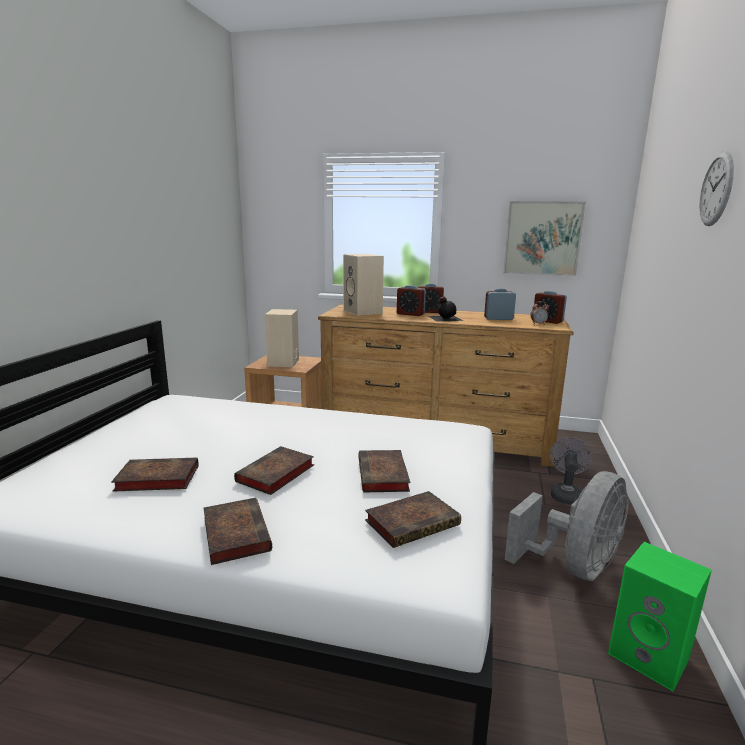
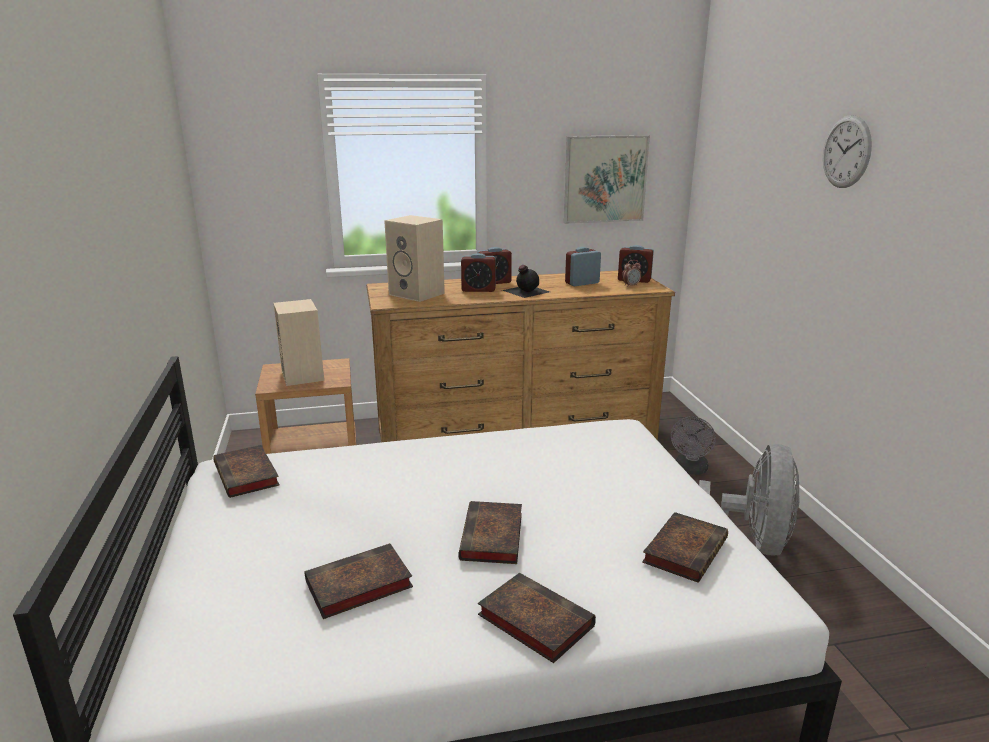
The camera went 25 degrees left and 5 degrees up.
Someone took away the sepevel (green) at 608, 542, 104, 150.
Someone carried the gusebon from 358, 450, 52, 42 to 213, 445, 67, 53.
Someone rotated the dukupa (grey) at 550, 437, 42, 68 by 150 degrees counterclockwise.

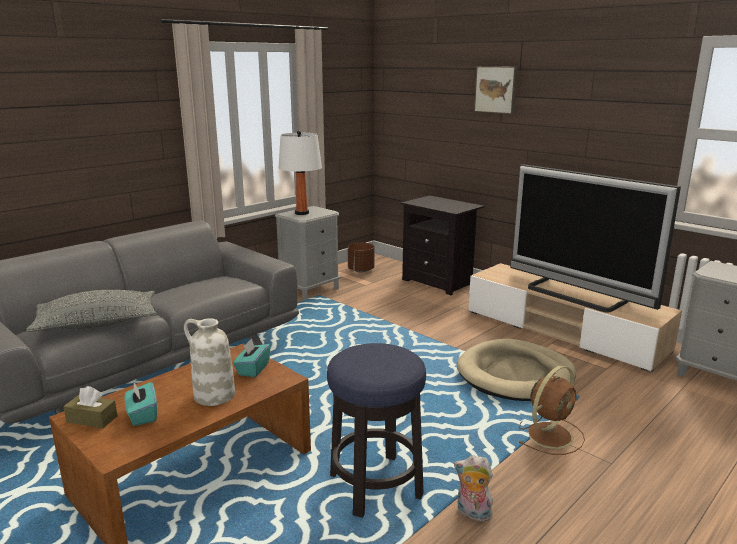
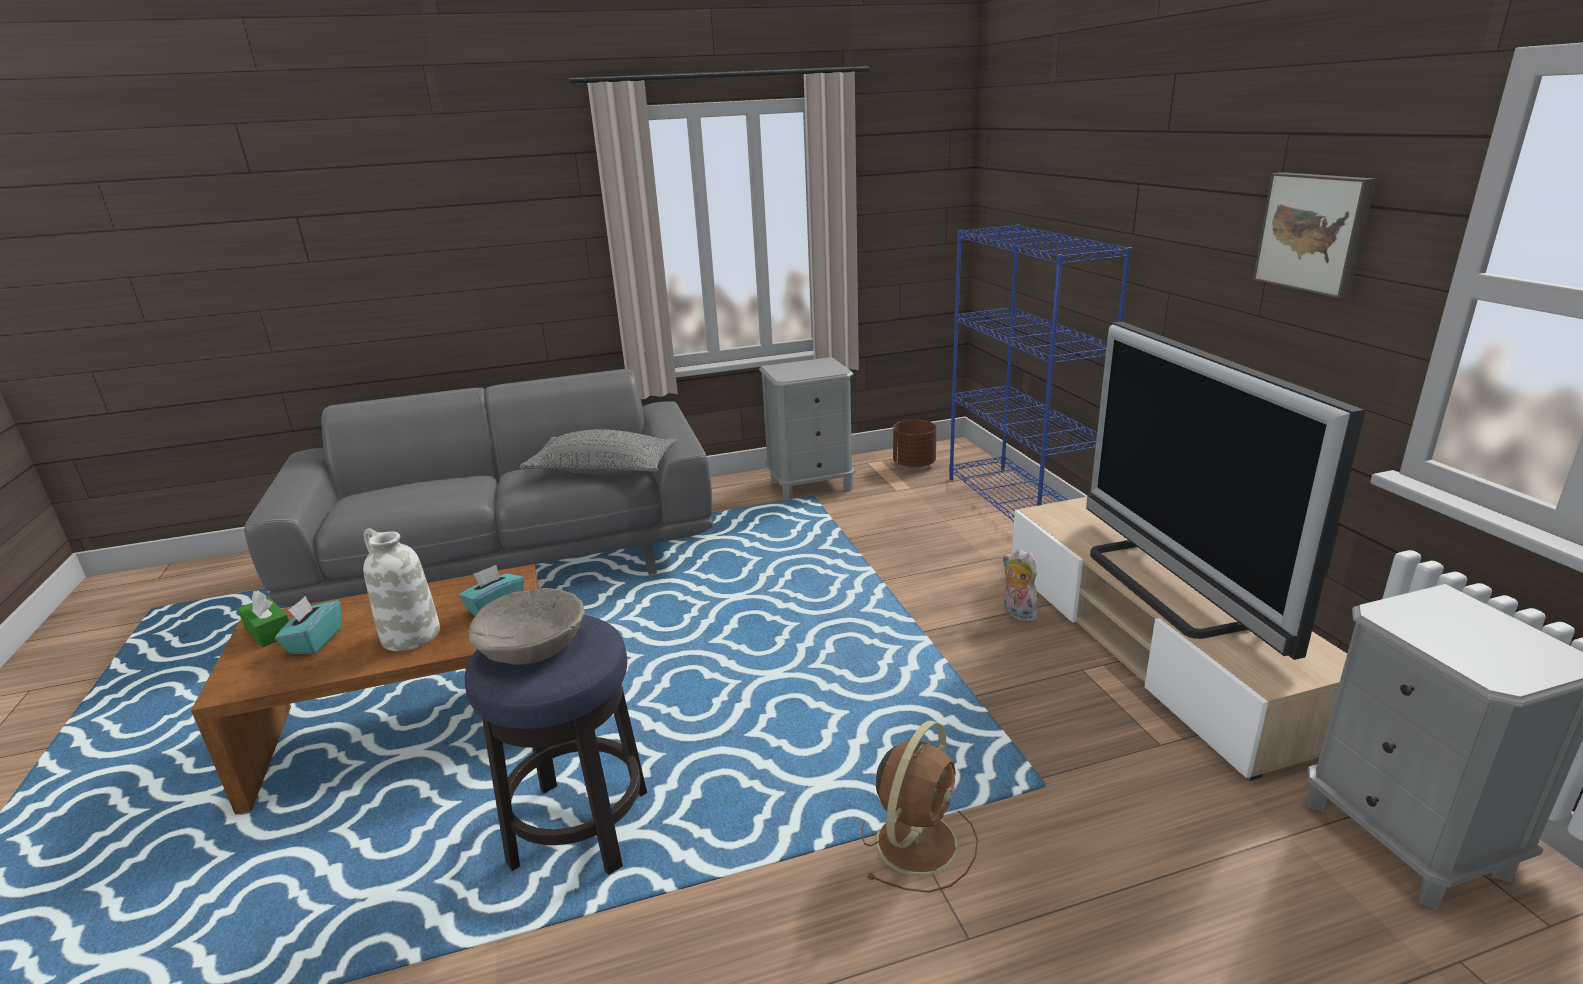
The camera went 30 degrees right and 5 degrees up.
Someone took away the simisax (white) at 279, 131, 43, 84.
Someone took away the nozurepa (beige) at 457, 339, 119, 62.
Someone put down the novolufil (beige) at 468, 588, 117, 77.
Someone carried the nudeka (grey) from 26, 290, 131, 42 to 519, 429, 159, 45.
Someone carried the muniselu from 454, 455, 39, 67 to 1002, 549, 38, 73.
Someone carried the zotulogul from 474, 66, 44, 48 to 1253, 172, 123, 126.
Someone swapped the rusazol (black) at 401, 196, 84, 99 for the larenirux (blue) at 949, 224, 183, 297.
Someone repainted the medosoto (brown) at 63, 386, 54, 42, which became the medosoto (green) at 238, 590, 51, 57.
Someone rotated the dukupa (brown) at 519, 365, 66, 90 by 45 degrees counterclockwise.

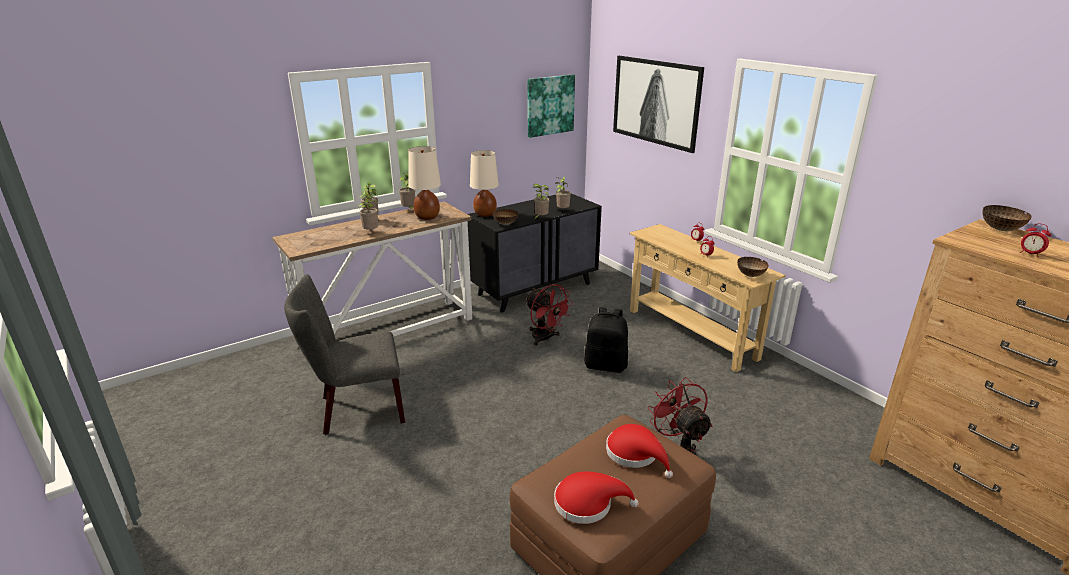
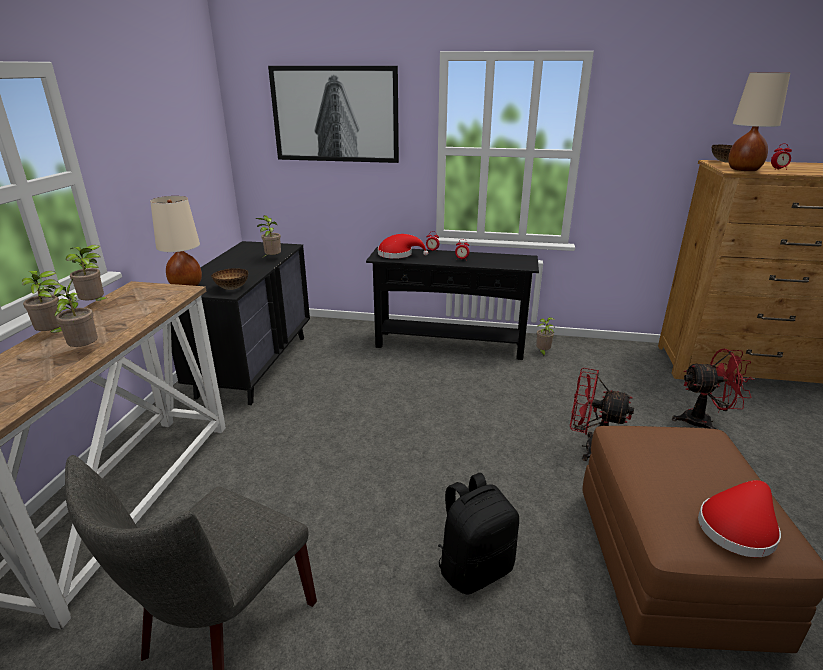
The camera went 45 degrees left and 0 degrees up.
Someone took away the zotulogul at 527, 74, 48, 64.
Someone took away the novolufil at 737, 257, 32, 20.
Someone carried the simisax (beige) from 408, 146, 33, 74 to 728, 72, 62, 99.
Someone carried the dukupa (red) from 525, 284, 47, 62 to 672, 349, 83, 80.
Someone carried the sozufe from 532, 184, 17, 35 to 536, 317, 19, 40.
Someone carried the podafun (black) from 584, 307, 44, 66 to 438, 473, 81, 122.
Someone carried the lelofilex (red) from 606, 424, 67, 54 to 378, 234, 50, 25.
Someone repainted the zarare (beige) at 629, 224, 156, 148, which became the zarare (black) at 366, 247, 173, 113.

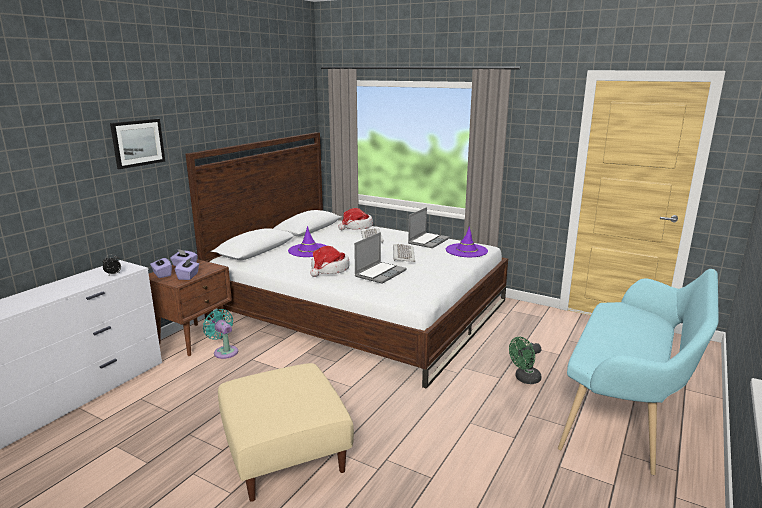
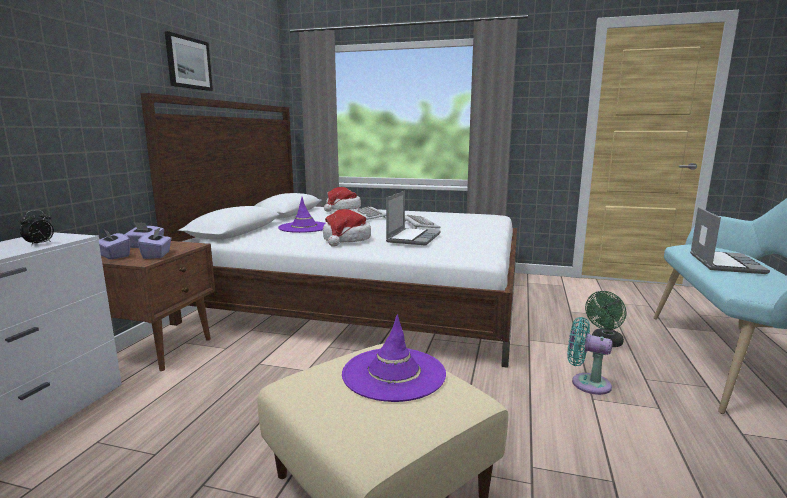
The camera went 15 degrees left and 5 degrees down.
Someone carried the zotulogul from 110, 119, 55, 50 to 165, 31, 48, 60.
Someone carried the dukupa (turquoise) from 203, 309, 35, 50 to 568, 317, 45, 78.
Someone carried the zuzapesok from 408, 207, 41, 41 to 690, 207, 80, 67.
Someone carried the lelofilex (purple) from 446, 226, 42, 31 to 342, 315, 104, 87.

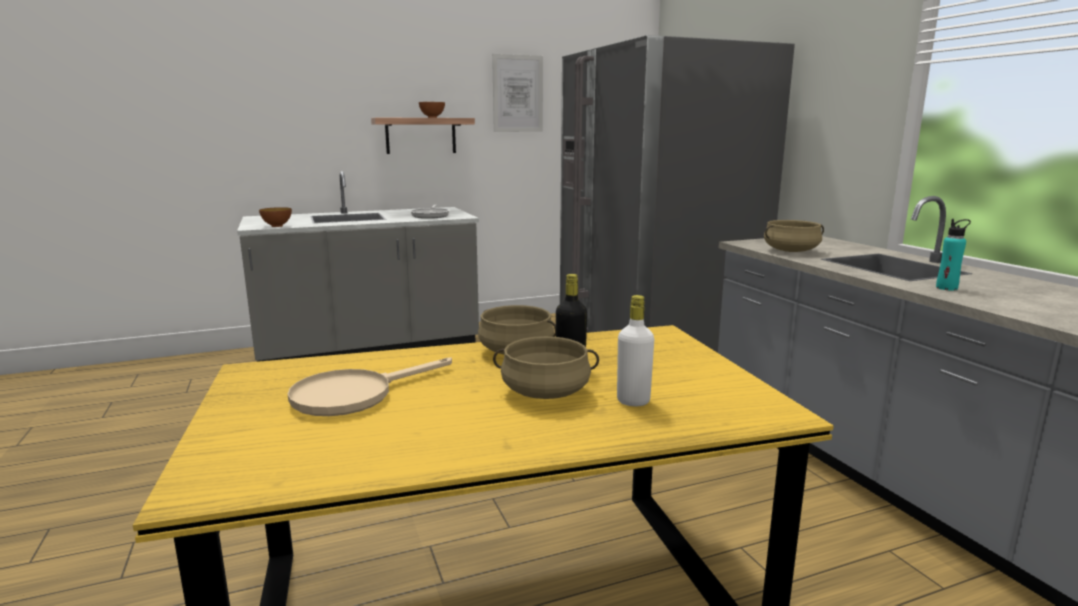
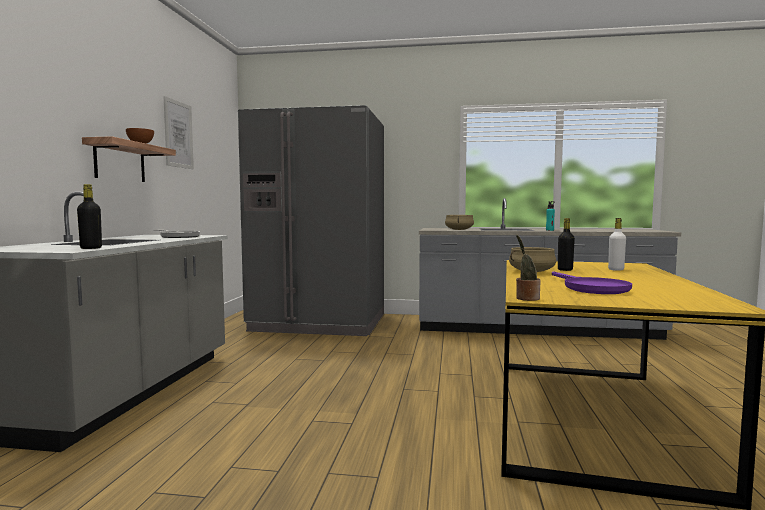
The camera went 60 degrees left and 10 degrees down.
Someone took away the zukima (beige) at 493, 336, 106, 63.
Someone put down the sozufe at 516, 235, 25, 66.
Someone swapped the novolufil at 259, 207, 33, 20 for the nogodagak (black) at 77, 184, 25, 65.
Someone repainted the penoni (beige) at 288, 357, 164, 59, which became the penoni (purple) at 552, 271, 80, 23.

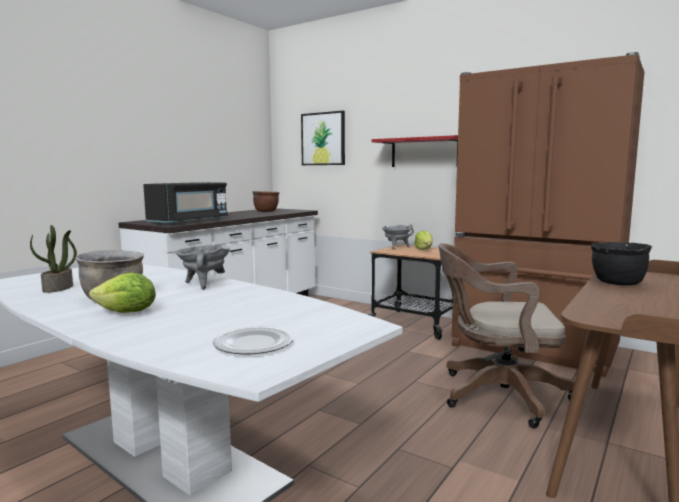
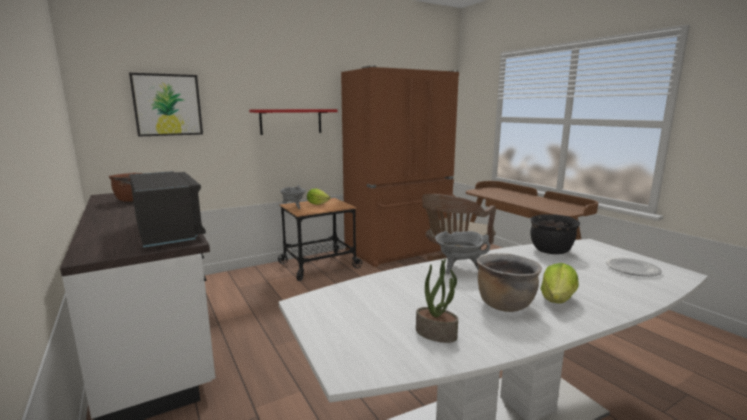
The camera went 65 degrees left and 5 degrees up.
Someone carried the zukima (black) from 590, 242, 62, 44 to 530, 214, 50, 40.

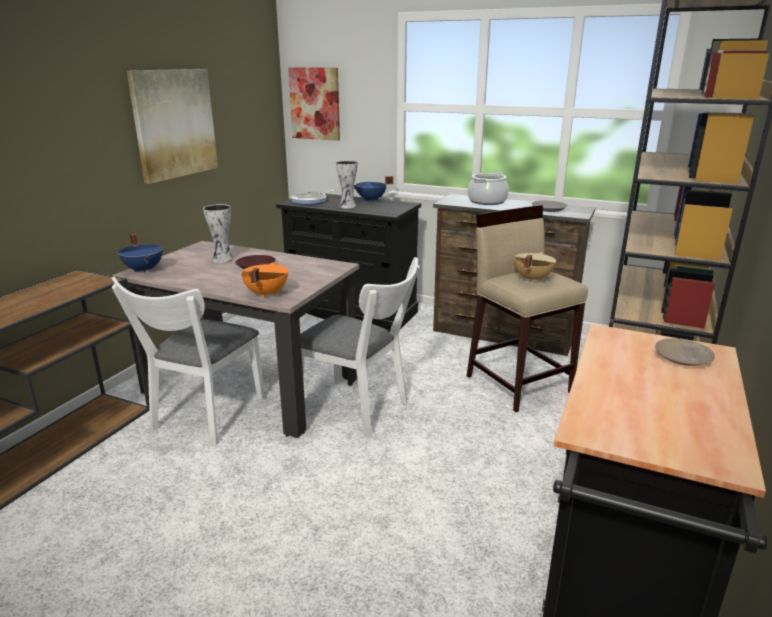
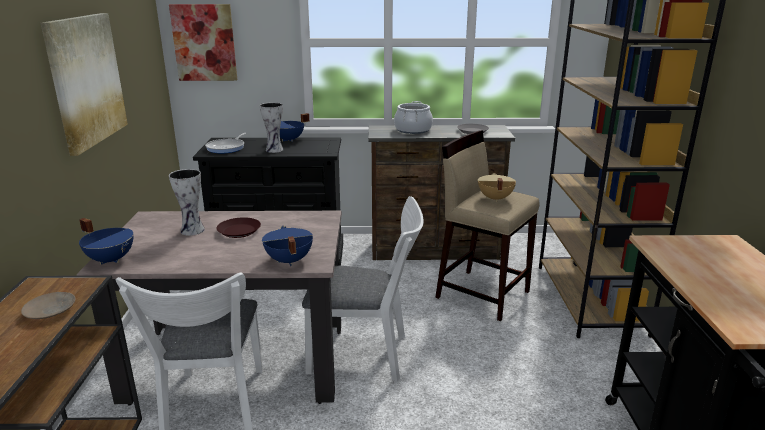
The camera went 25 degrees left and 0 degrees up.
Someone carried the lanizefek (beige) from 655, 338, 60, 28 to 21, 292, 55, 27.
Someone repainted the zukima (orange) at 241, 262, 48, 36, which became the zukima (blue) at 262, 226, 51, 40.

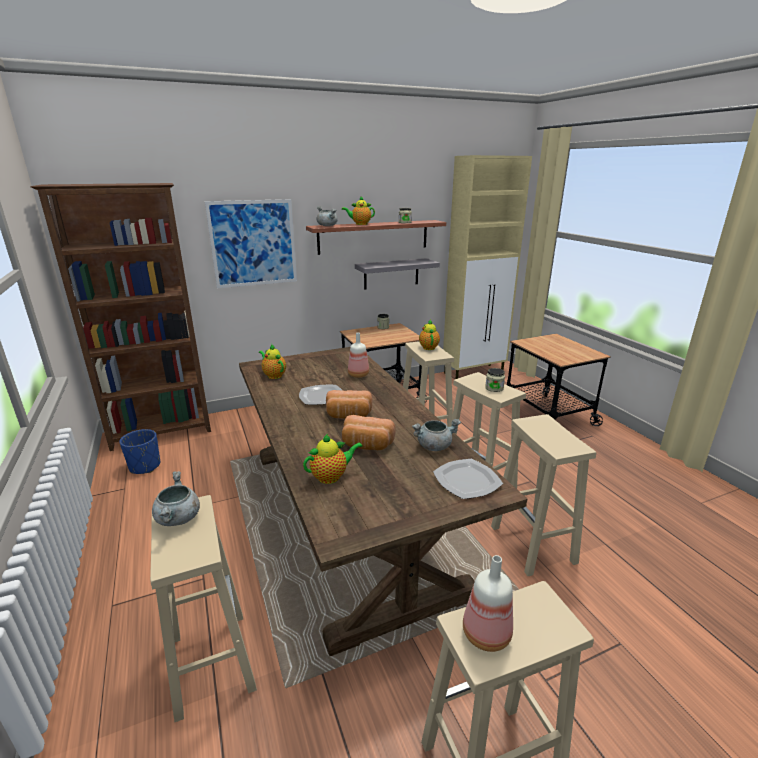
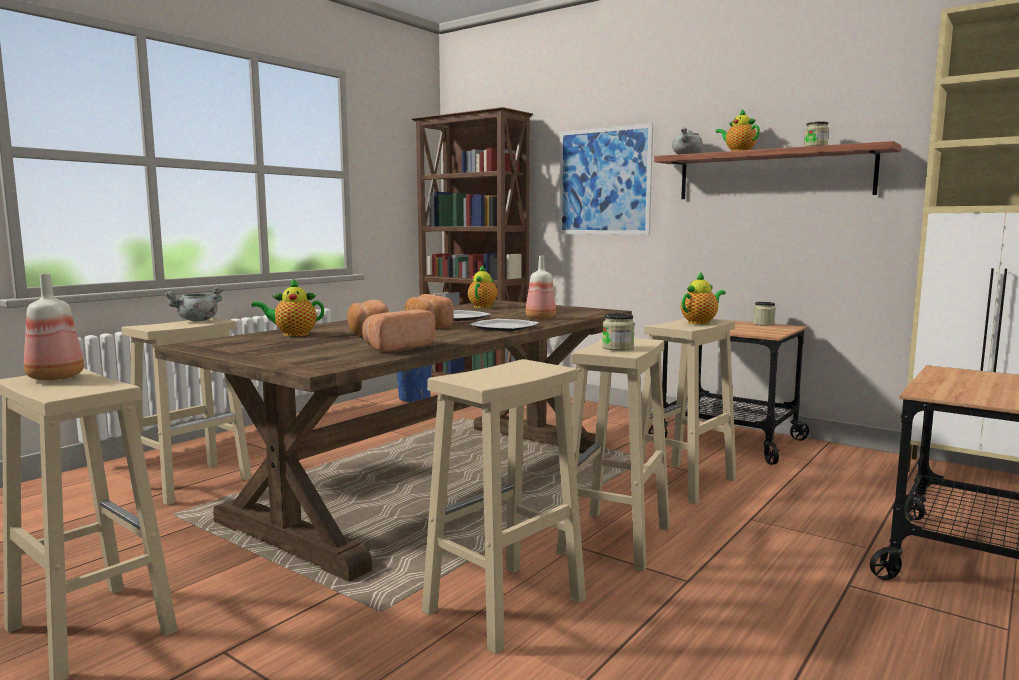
The camera went 60 degrees right and 15 degrees down.
Someone took away the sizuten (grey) at 355, 258, 85, 32.
Someone carried the lanizefek from 433, 459, 70, 40 to 470, 319, 69, 12.
Someone swapped the zukima (grey) at 412, 419, 49, 32 for the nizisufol at 362, 310, 74, 42.
Someone rotated the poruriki at 303, 434, 60, 50 by 135 degrees clockwise.

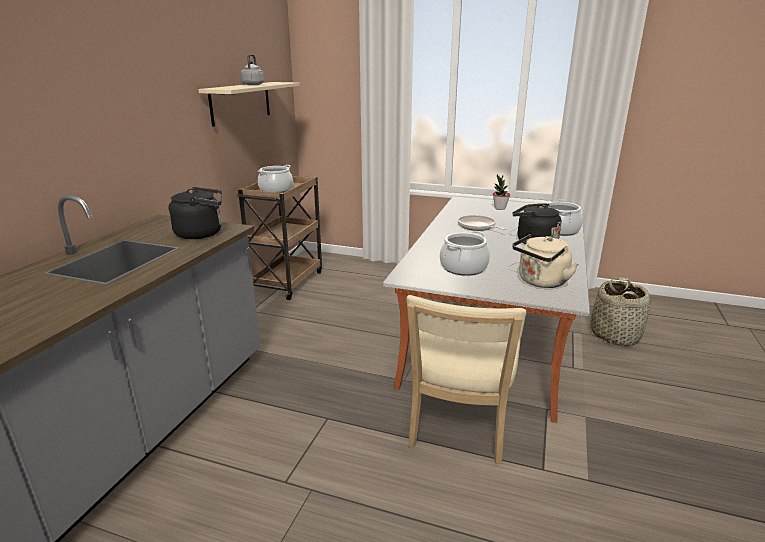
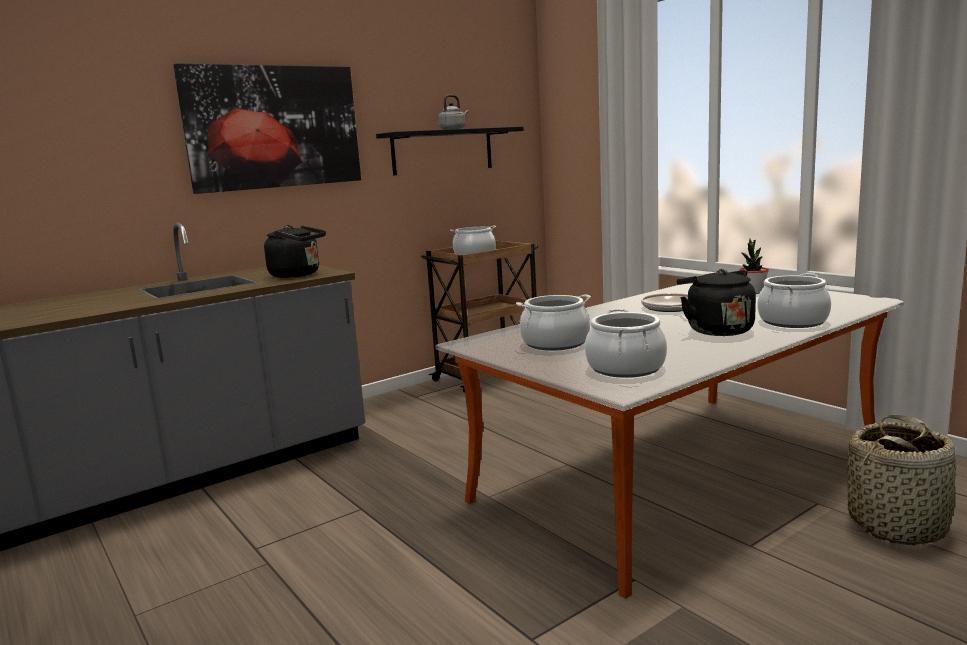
The camera went 35 degrees right and 10 degrees down.
Someone took away the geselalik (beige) at 406, 295, 120, 169.
Someone put up the zotulogul at 174, 64, 187, 130.
Someone swapped the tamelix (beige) at 512, 234, 66, 54 for the zukima at 585, 308, 82, 70.
Someone repainted the sizuten (beige) at 198, 82, 102, 45, which became the sizuten (black) at 376, 127, 148, 49.

